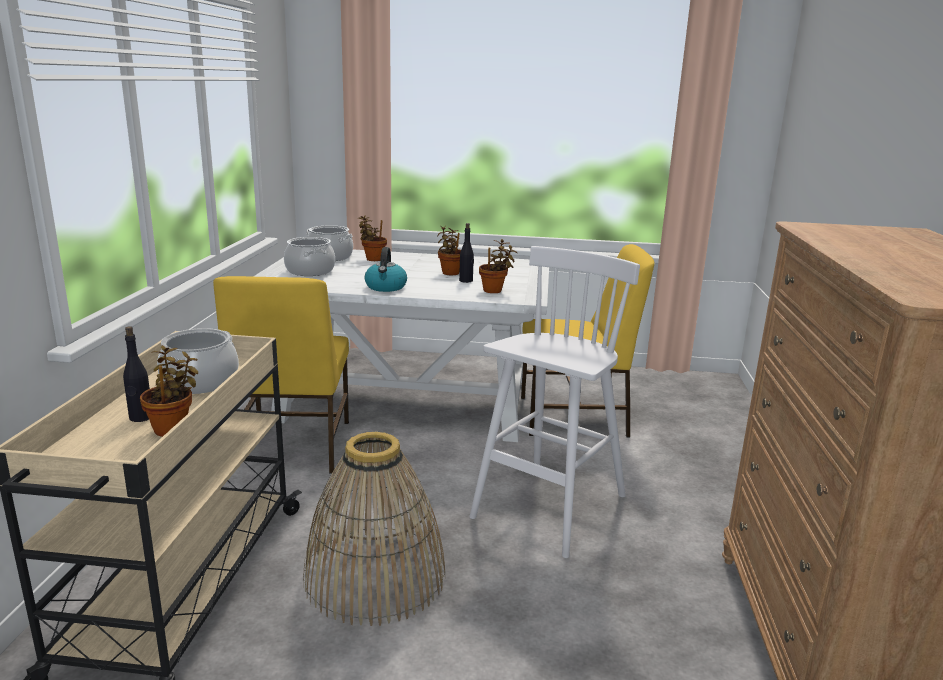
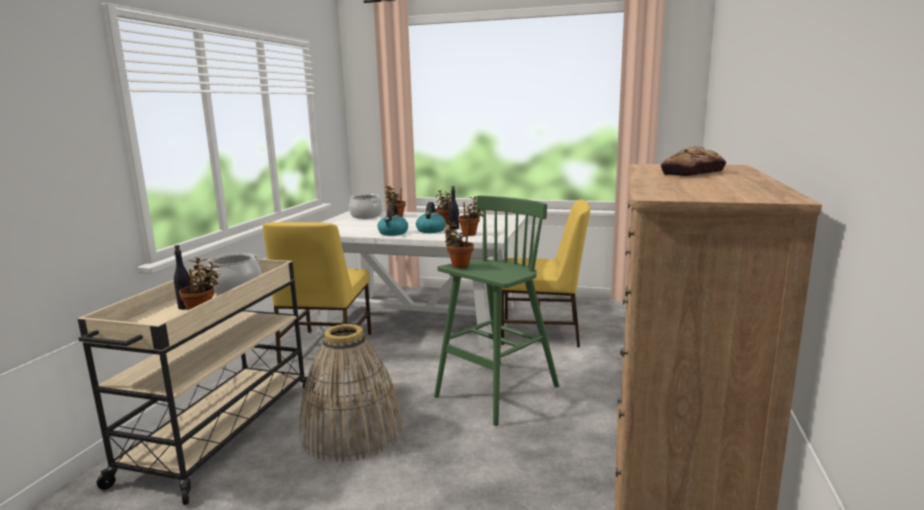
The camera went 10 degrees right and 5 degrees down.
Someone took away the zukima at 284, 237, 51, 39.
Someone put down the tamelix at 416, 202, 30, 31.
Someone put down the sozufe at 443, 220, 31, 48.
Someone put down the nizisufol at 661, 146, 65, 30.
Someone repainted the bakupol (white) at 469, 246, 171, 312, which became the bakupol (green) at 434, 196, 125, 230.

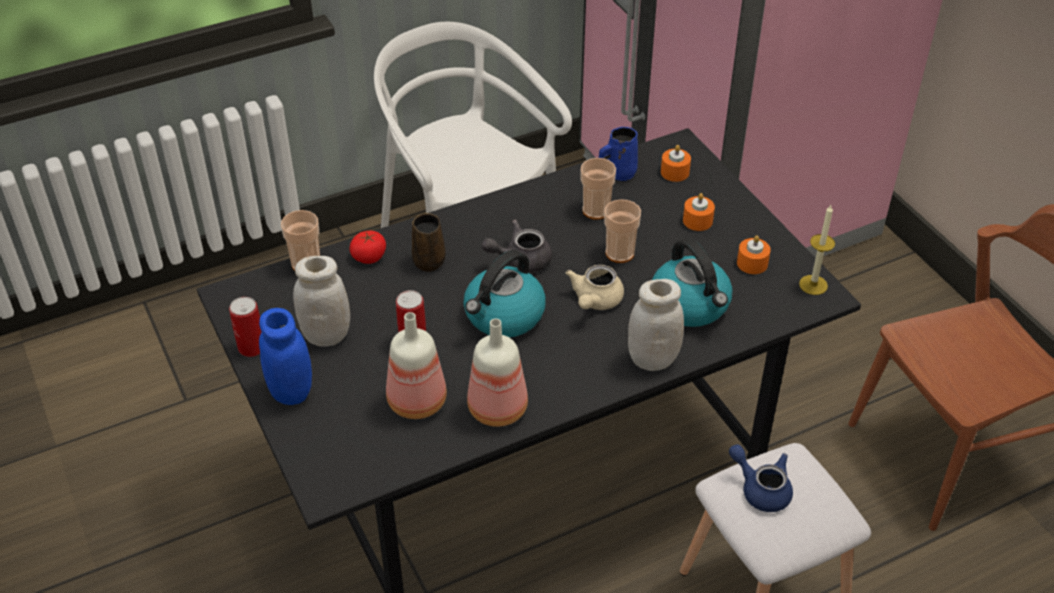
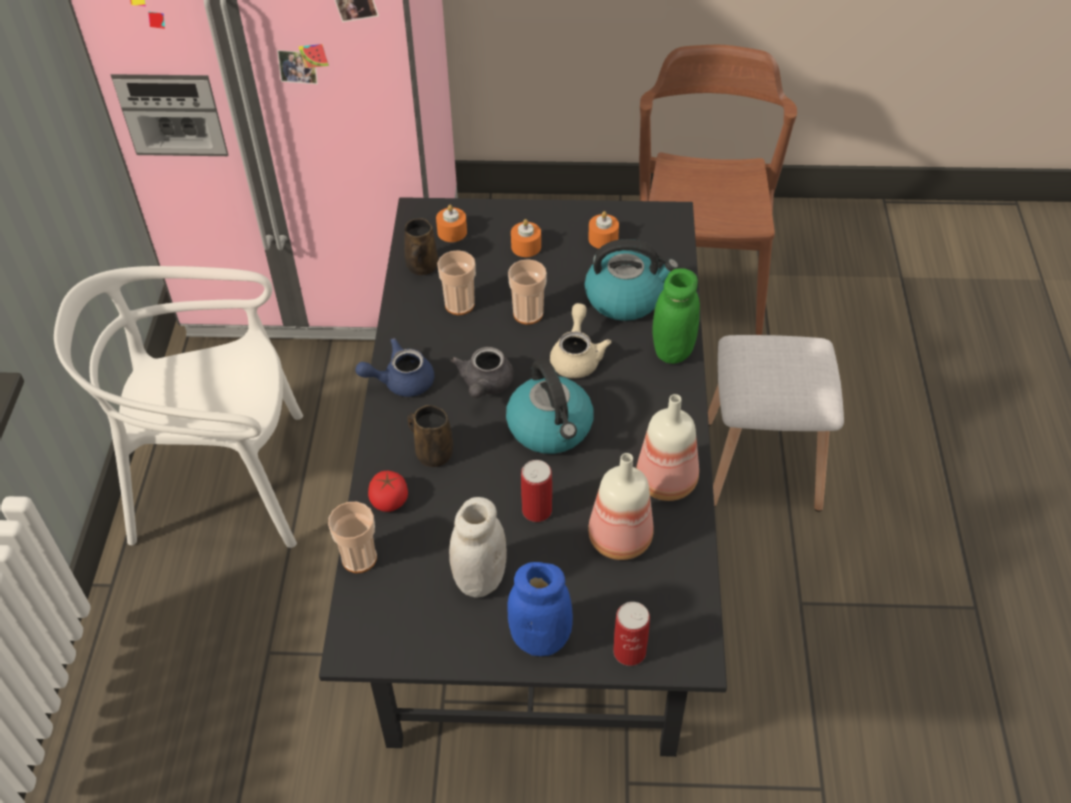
The camera went 60 degrees left and 5 degrees up.
Someone took away the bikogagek at 799, 205, 36, 90.
Someone carried the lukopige from 229, 297, 32, 60 to 613, 602, 37, 64.
Someone carried the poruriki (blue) from 729, 444, 64, 68 to 355, 338, 80, 59.
Someone repainted the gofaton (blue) at 599, 127, 39, 54, which became the gofaton (brown) at 404, 218, 35, 57.
Someone repainted the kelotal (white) at 628, 279, 56, 92, which became the kelotal (green) at 652, 268, 48, 96.
Someone rotated the poruriki (beige) at 566, 265, 58, 45 by 135 degrees counterclockwise.

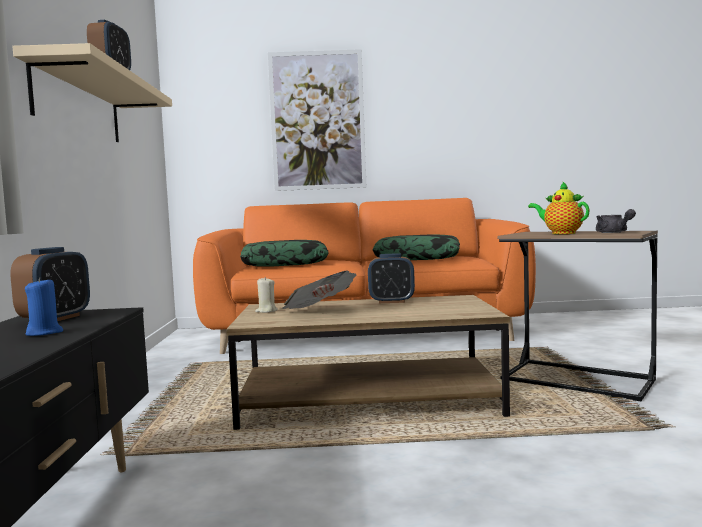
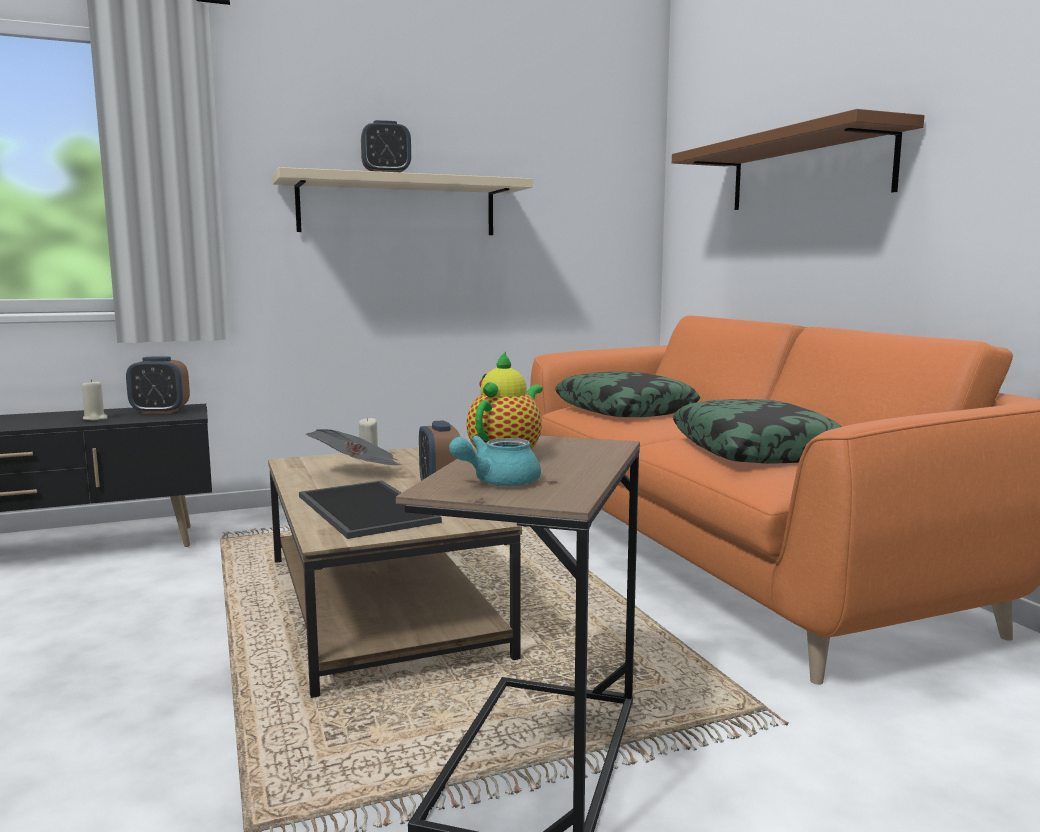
The camera went 70 degrees right and 5 degrees up.
Someone put down the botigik at 299, 480, 143, 59.
Someone swapped the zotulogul at 268, 49, 98, 142 for the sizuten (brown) at 672, 109, 252, 101.
Someone repainted the bikogagek (blue) at 25, 277, 38, 59, which became the bikogagek (beige) at 82, 379, 25, 42.
Someone repainted the poruriki (grey) at 596, 209, 40, 24, which became the poruriki (turquoise) at 449, 435, 92, 51.

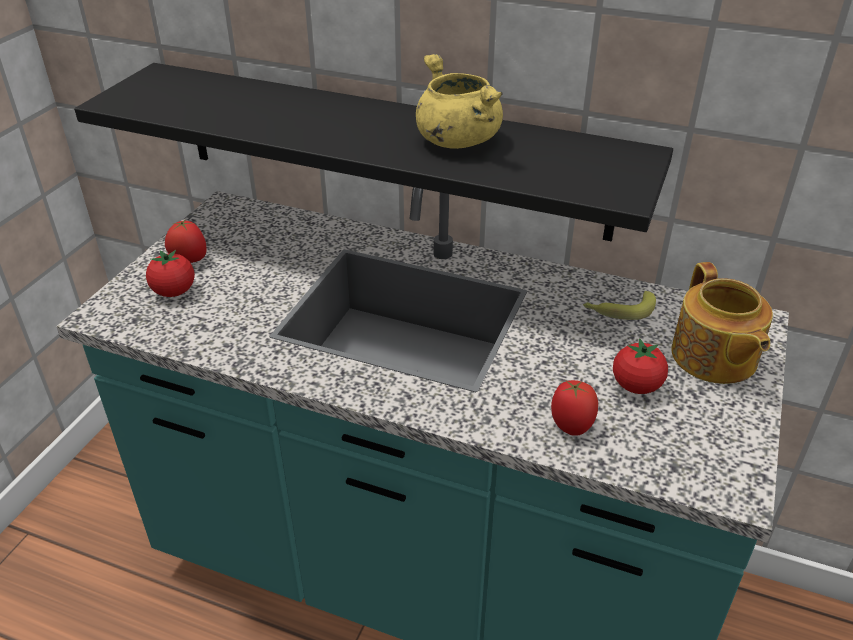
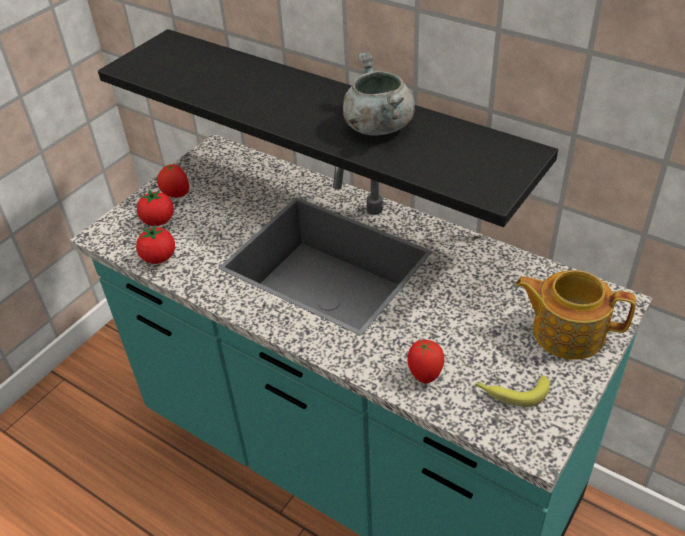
The camera went 15 degrees right and 5 degrees up.
Someone carried the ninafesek from 583, 291, 73, 29 to 475, 375, 75, 32.
Someone carried the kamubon from 613, 338, 55, 56 to 136, 224, 39, 40.
Someone repainted the zukima (yellow) at 416, 54, 87, 95, which became the zukima (grey) at 343, 53, 72, 83.
Someone rotated the poruriki at 671, 262, 102, 122 by 105 degrees clockwise.

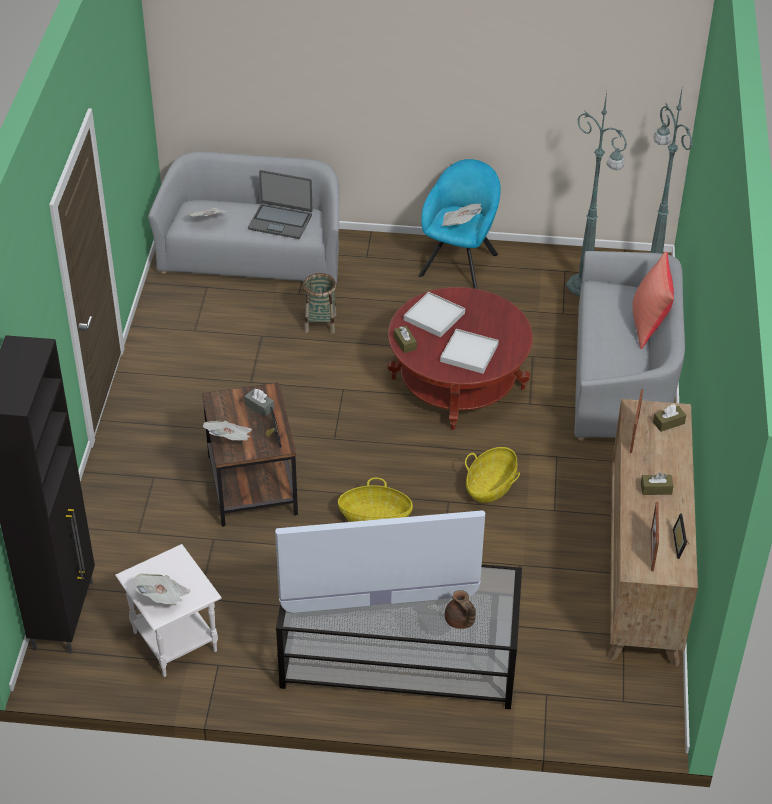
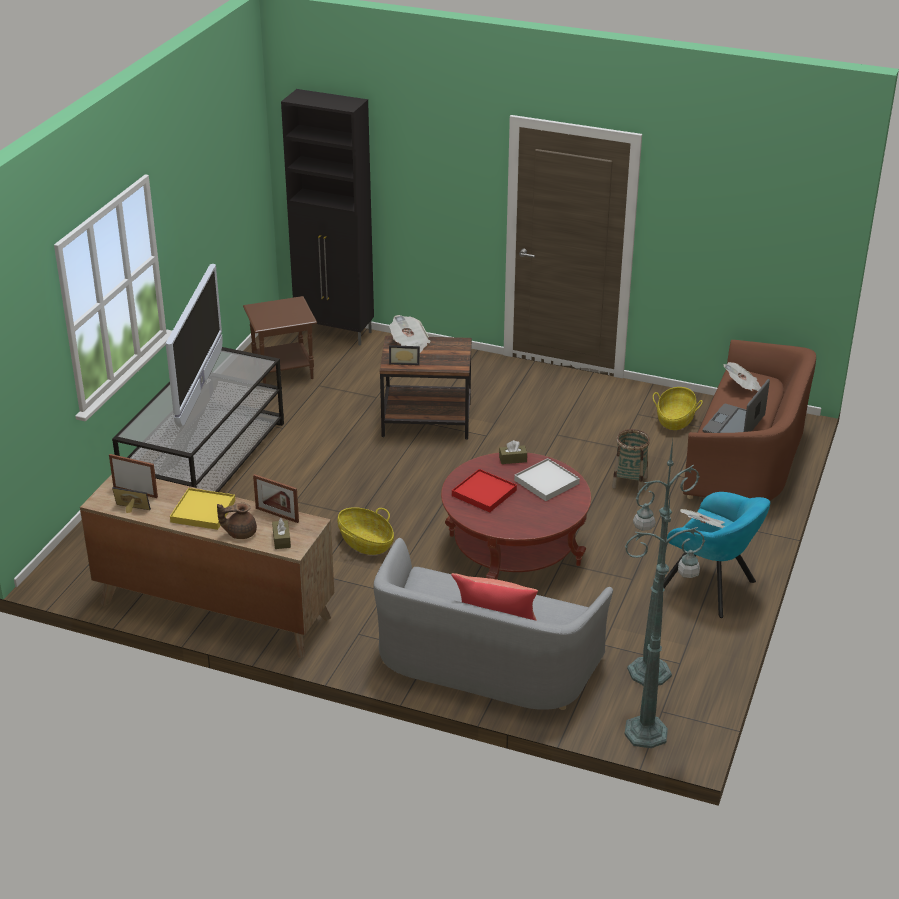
The camera went 105 degrees right and 10 degrees down.
Someone took away the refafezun at 134, 573, 56, 32.
Someone took away the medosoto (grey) at 244, 389, 30, 28.
Someone carried the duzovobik from 338, 477, 75, 45 to 653, 387, 50, 43.
Someone carried the poruriki (brown) from 445, 590, 31, 39 to 217, 502, 40, 37.
Someone swapped the medosoto (brown) at 641, 473, 32, 22 for the botigik (yellow) at 170, 488, 65, 42.
Someone repainted the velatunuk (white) at 115, 544, 107, 133, which became the velatunuk (brown) at 243, 296, 74, 88.
Someone repainted the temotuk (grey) at 148, 152, 191, 131, which became the temotuk (brown) at 683, 340, 133, 161.
Someone repainted the botigik (white) at 440, 329, 59, 45, which became the botigik (red) at 452, 469, 65, 43.

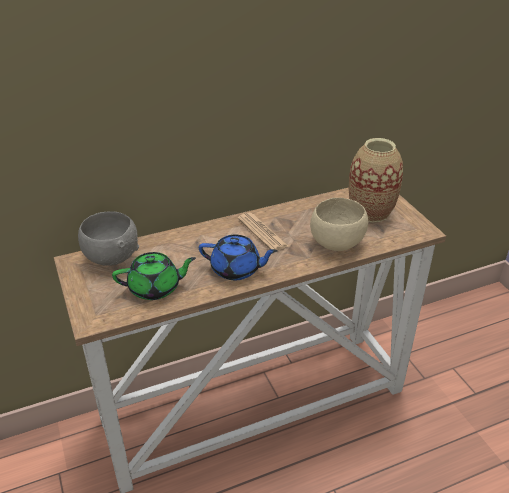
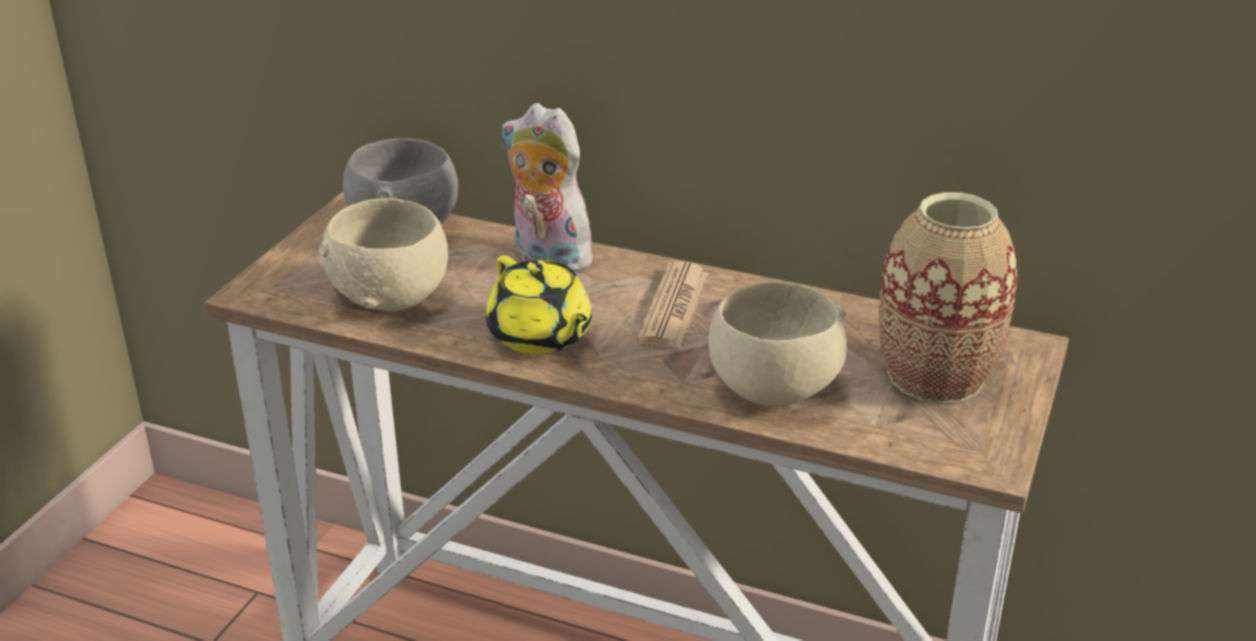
The camera went 45 degrees right and 5 degrees down.
Someone put down the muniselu at 502, 103, 100, 169.
Someone swapped the poruriki (green) at 112, 252, 84, 48 for the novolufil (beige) at 319, 198, 129, 113.
Someone repainted the poruriki (blue) at 199, 235, 79, 45, which became the poruriki (yellow) at 486, 255, 106, 99.

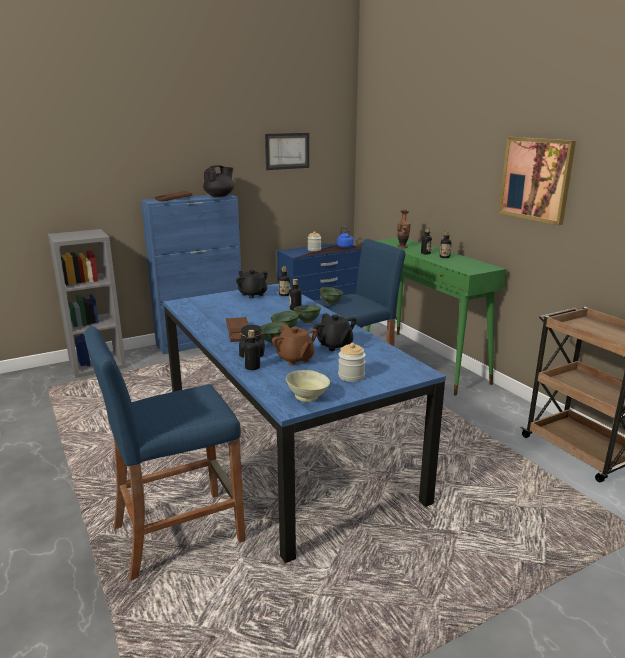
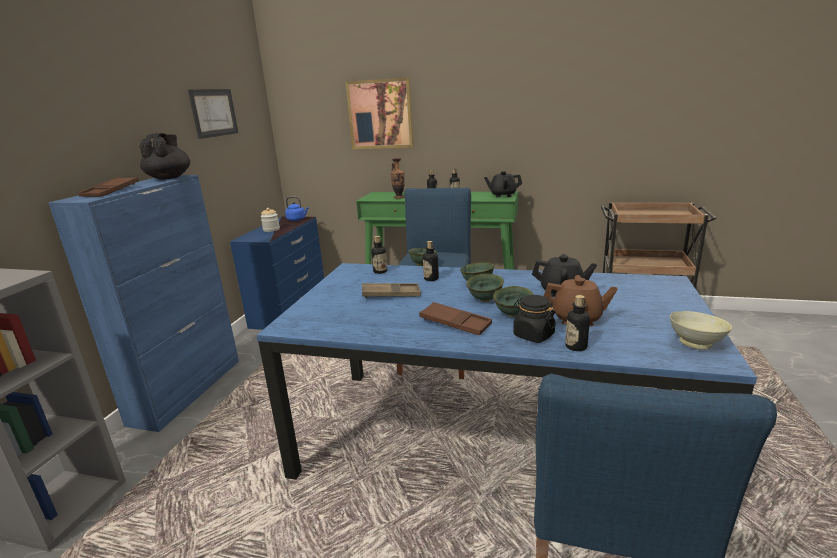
The camera went 45 degrees left and 0 degrees up.
Someone took away the kelotal at 338, 343, 28, 39.
Someone put down the botigik (brown) at 362, 283, 59, 15.
Someone carried the poruriki (black) from 236, 270, 32, 28 to 484, 171, 38, 26.
Someone carried the zotulogul from 499, 137, 77, 88 to 346, 77, 68, 72.

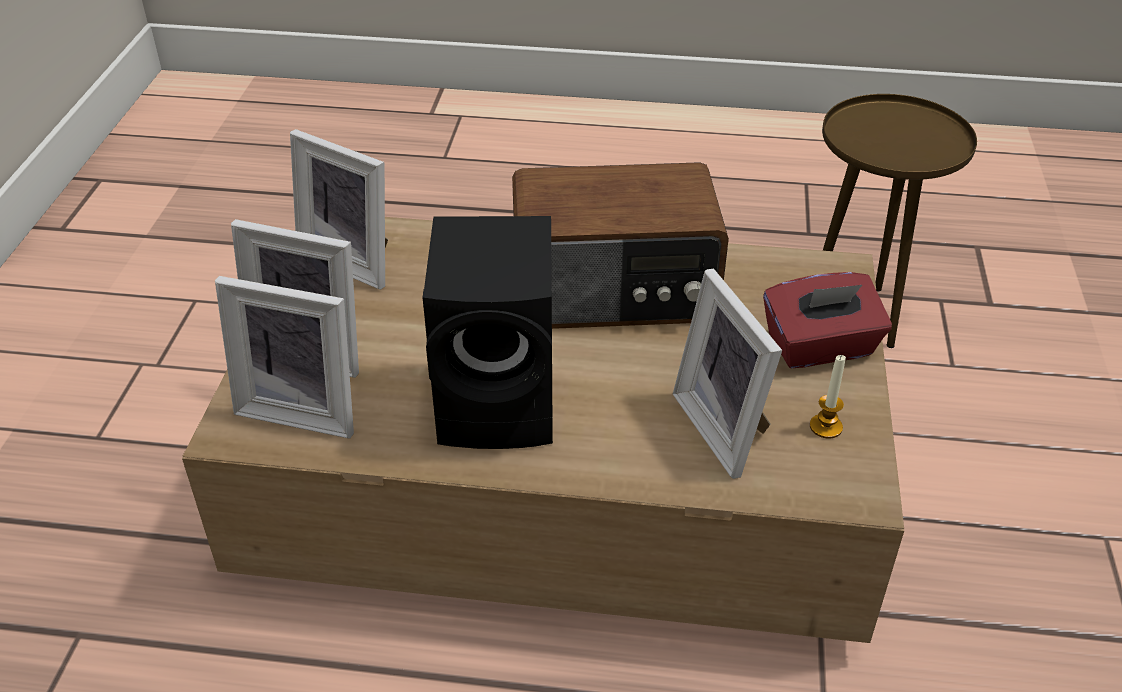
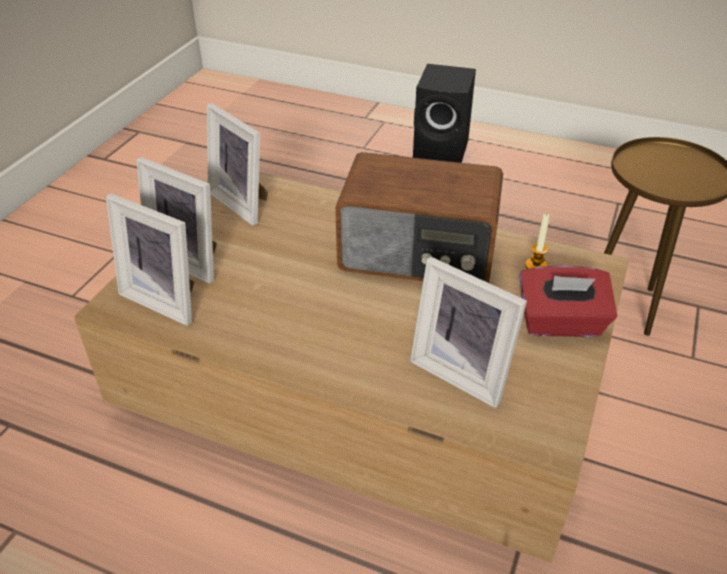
The camera went 15 degrees right and 0 degrees up.
Someone carried the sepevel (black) from 422, 216, 131, 233 to 413, 64, 63, 99.
Someone carried the bikogagek from 810, 355, 36, 84 to 525, 213, 25, 56.
Someone rotated the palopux at 673, 269, 109, 210 by 45 degrees counterclockwise.

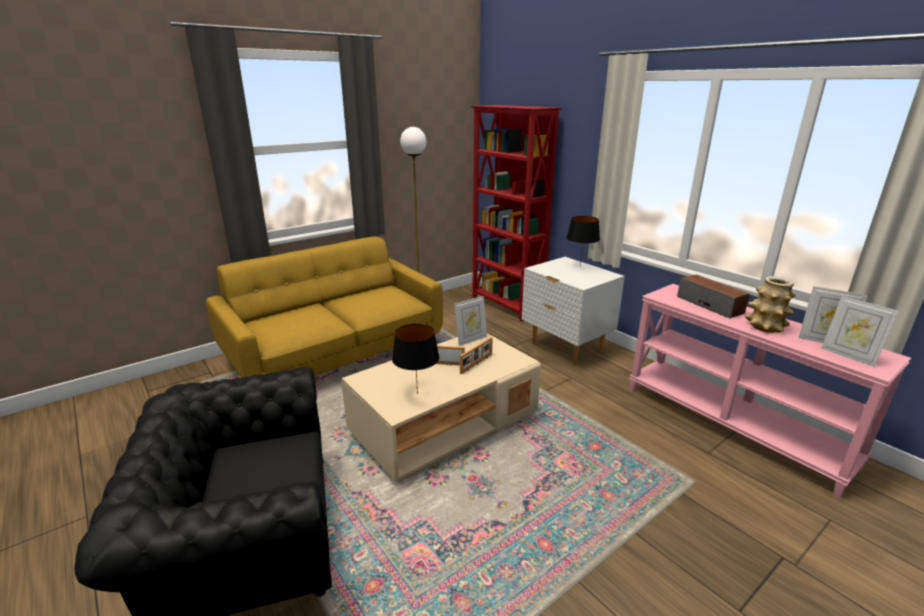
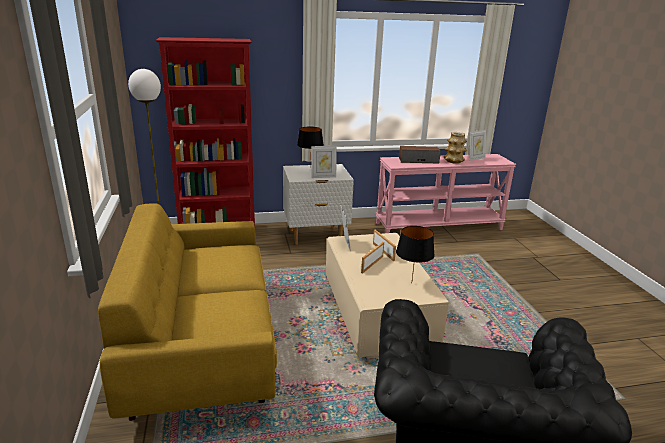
The camera went 65 degrees left and 0 degrees up.
Someone carried the palopux from 821, 296, 77, 71 to 311, 146, 25, 32.

